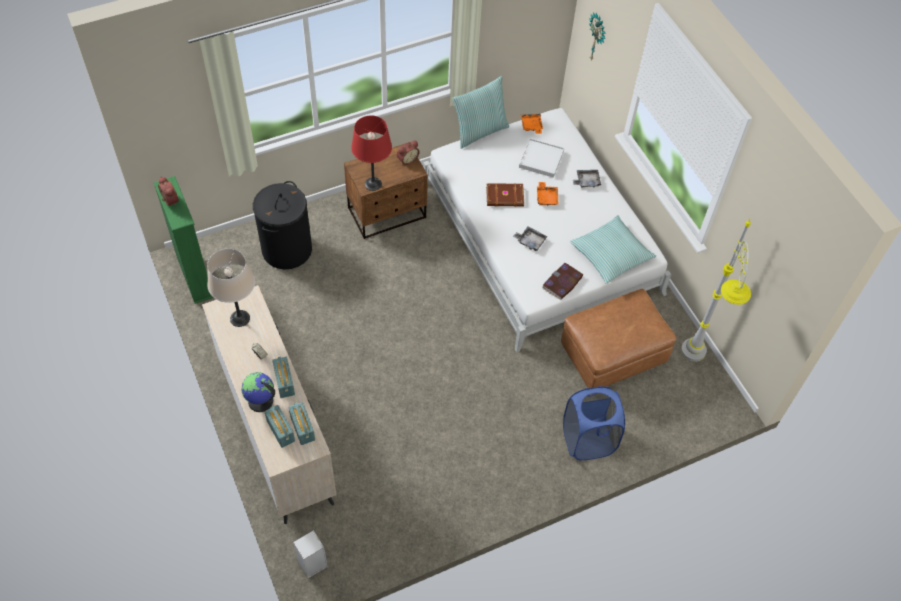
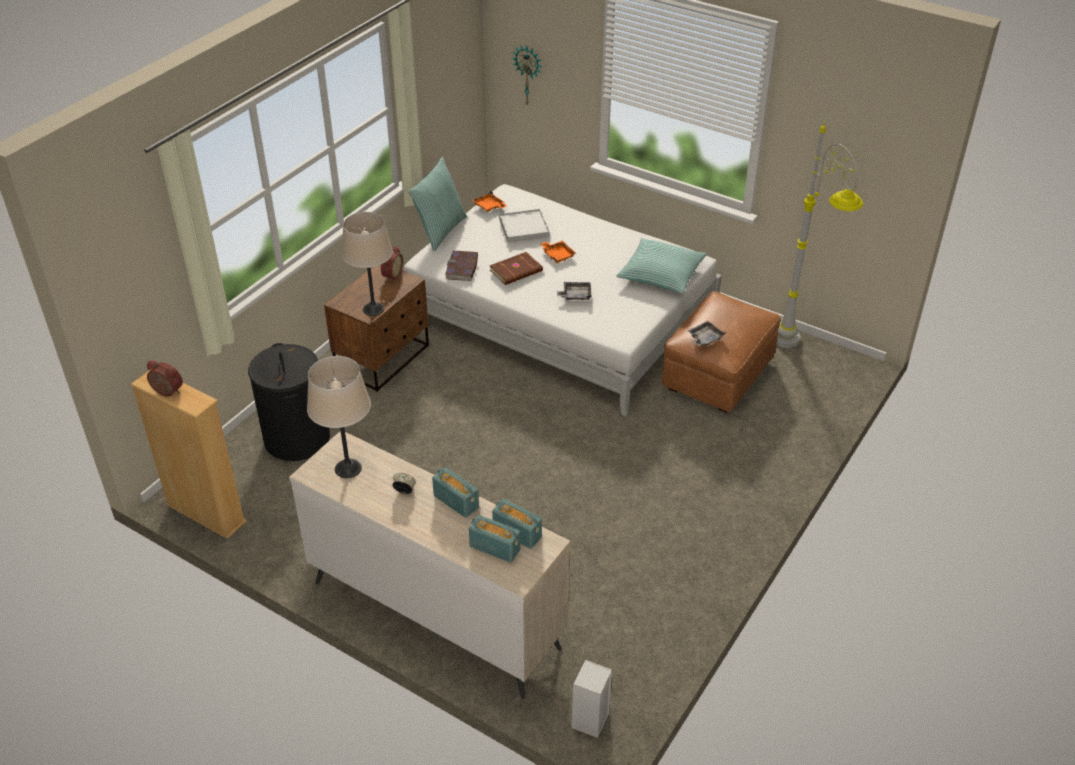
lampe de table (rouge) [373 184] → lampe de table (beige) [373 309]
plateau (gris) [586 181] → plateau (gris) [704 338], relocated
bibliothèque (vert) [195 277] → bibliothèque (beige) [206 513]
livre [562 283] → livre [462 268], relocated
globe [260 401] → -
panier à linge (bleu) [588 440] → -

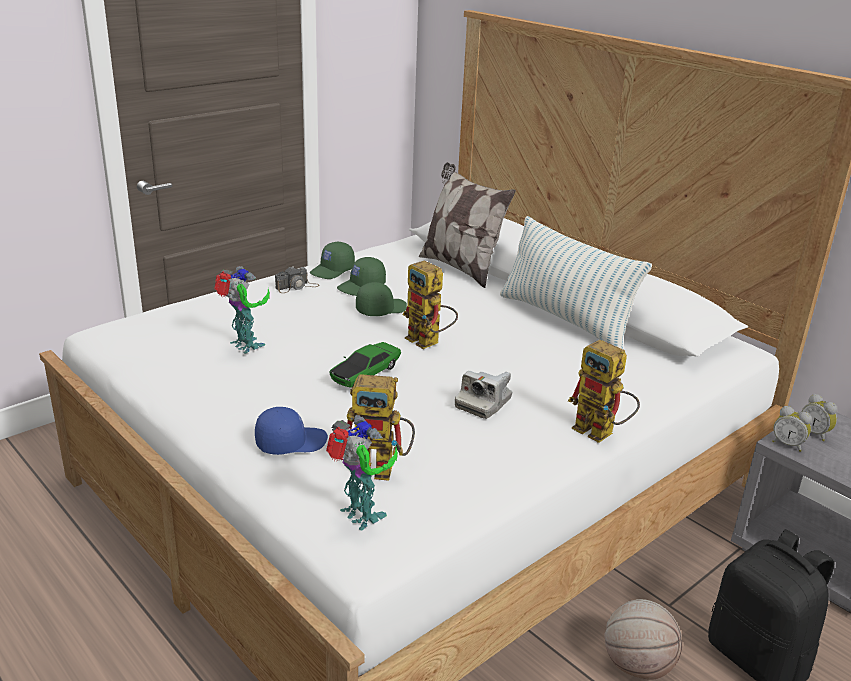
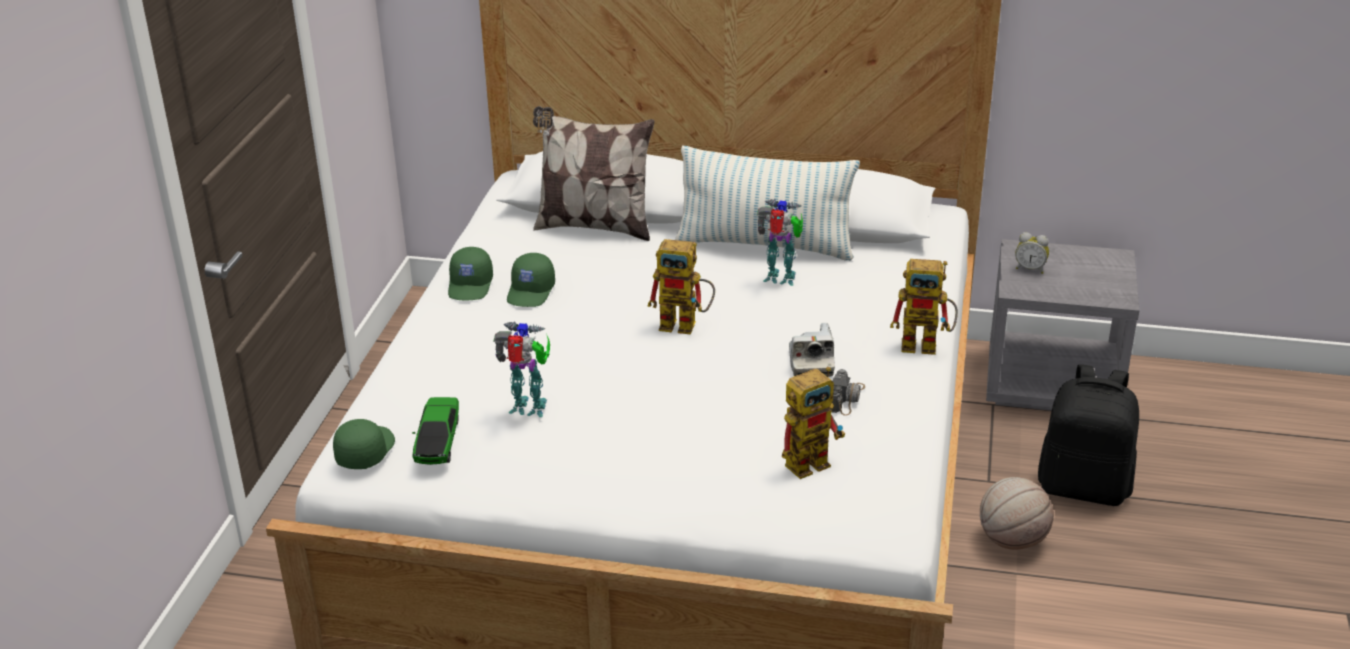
appareil photo [297 287] → appareil photo [846 398], relocated
casquette (vert) [380 309] → casquette (vert) [365 451], relocated
petite voiture [365 373] → petite voiture [438 441], relocated
réveil [787 444] → -
casquette (bleu) [291 442] → -
robot jouet [360 517] → robot jouet [781 279], relocated

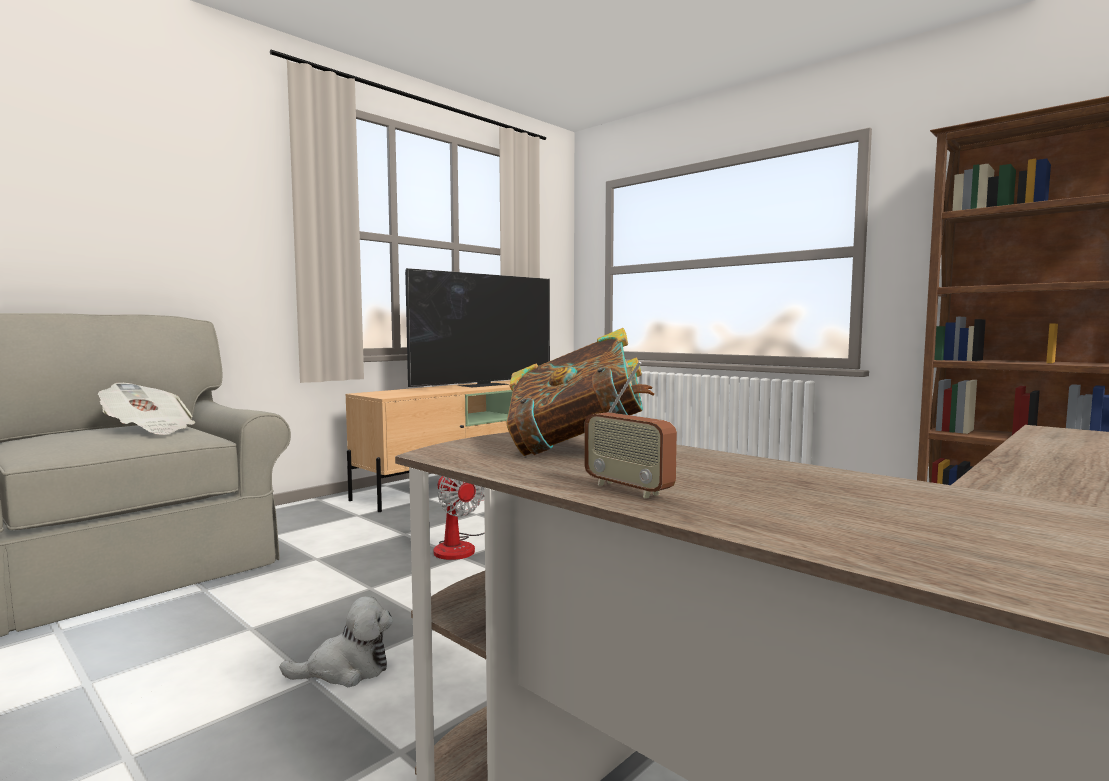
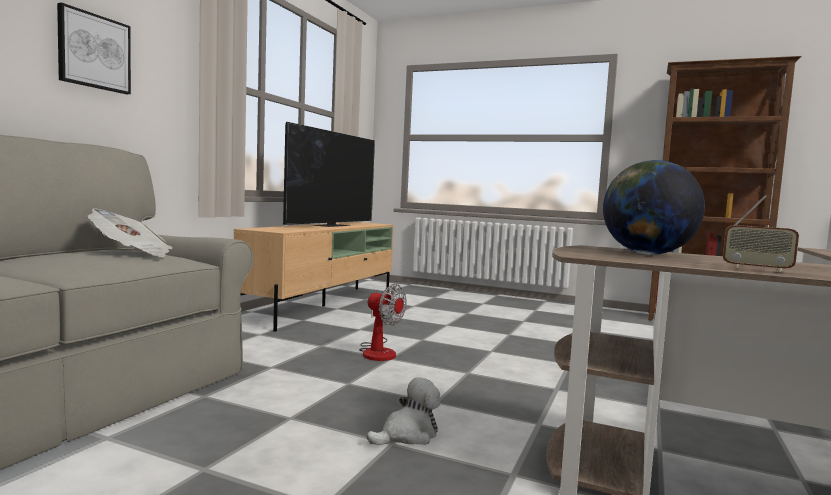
livre [576 449] → globe [647 254]
- → tableau [94 51]

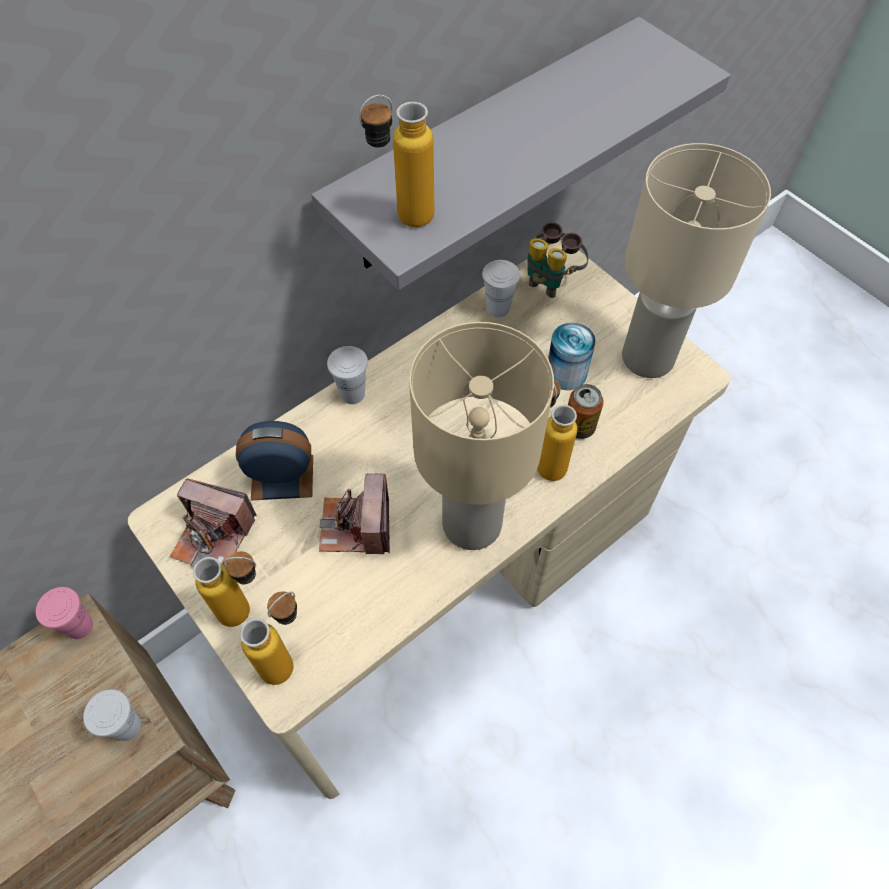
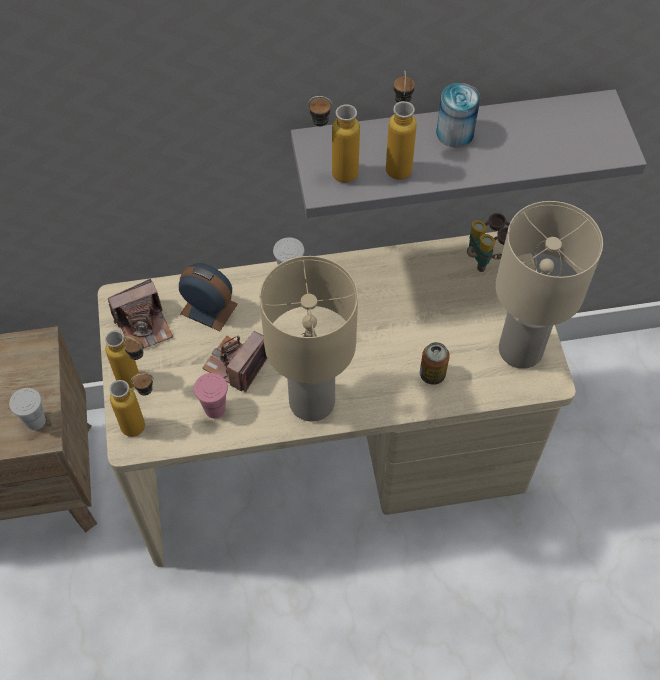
tasse (blanc) [498 308] → -
boîte métallique [566 373] → boîte métallique [455 133], relocated
bouteille [545 459] → bouteille [398 162], relocated
appareil photo [214 537] → appareil photo [144 326], 75 degrees counterclockwise
tasse (rose) [79 626] → tasse (rose) [215 409], relocated

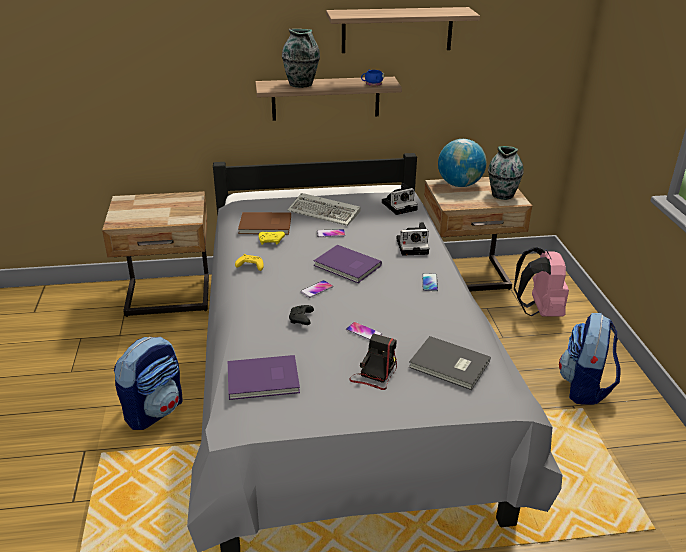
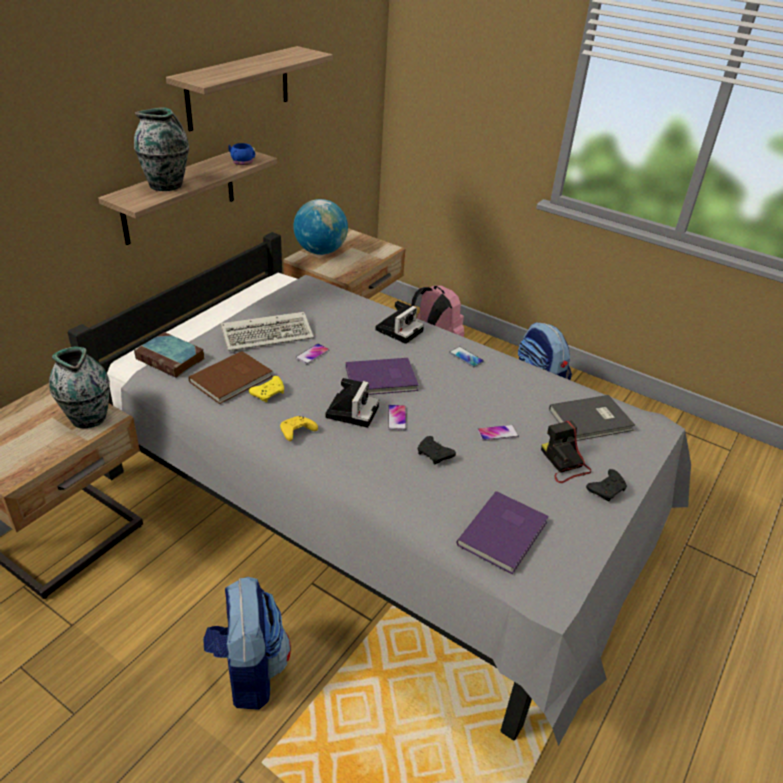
vase [502 195] → vase [88 417], relocated
appareil photo [400 205] → appareil photo [352 410], relocated
- → livre [172 359]
- → manette (noir) [607 489]

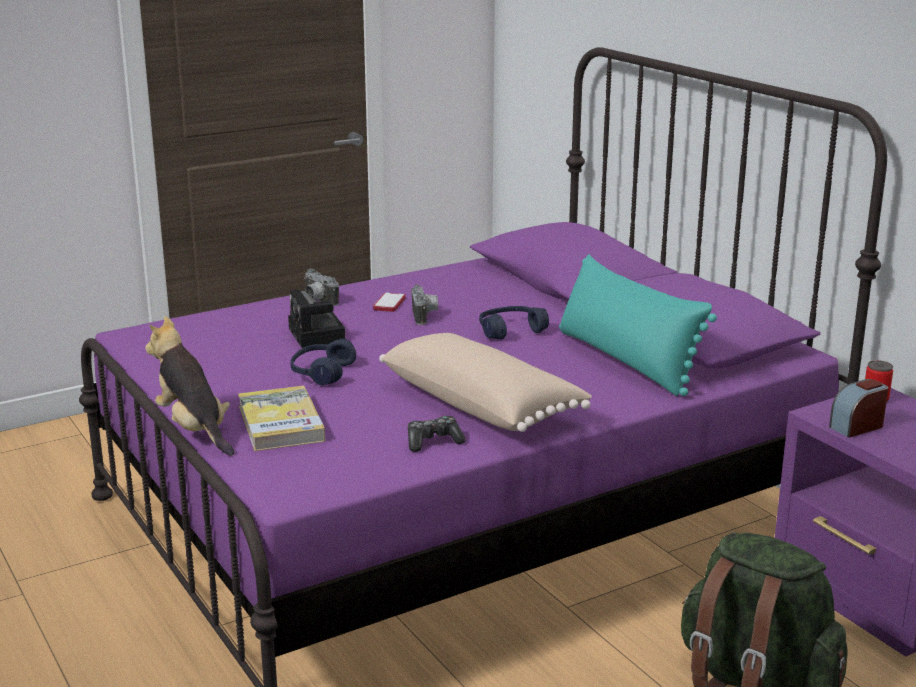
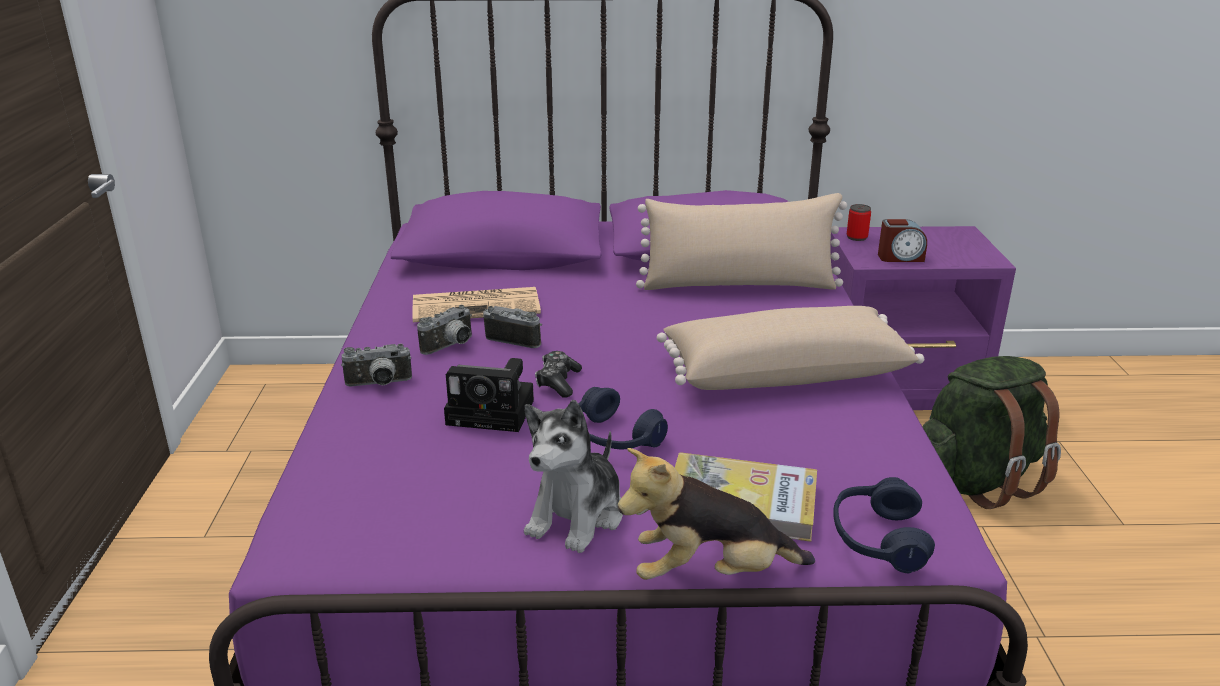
coussin (turquoise) [626 361] → coussin (beige) [739 285]
téléphone [389 304] → appareil photo [451 346]
casque audio (bleu) [511 331] → casque audio (bleu) [878 539], relocated
réveil [857 426] → réveil [900 257], 90 degrees counterclockwise
manette [433 441] → manette [558 382], relocated
- → journal [478 305]
- → peluche [577 516]

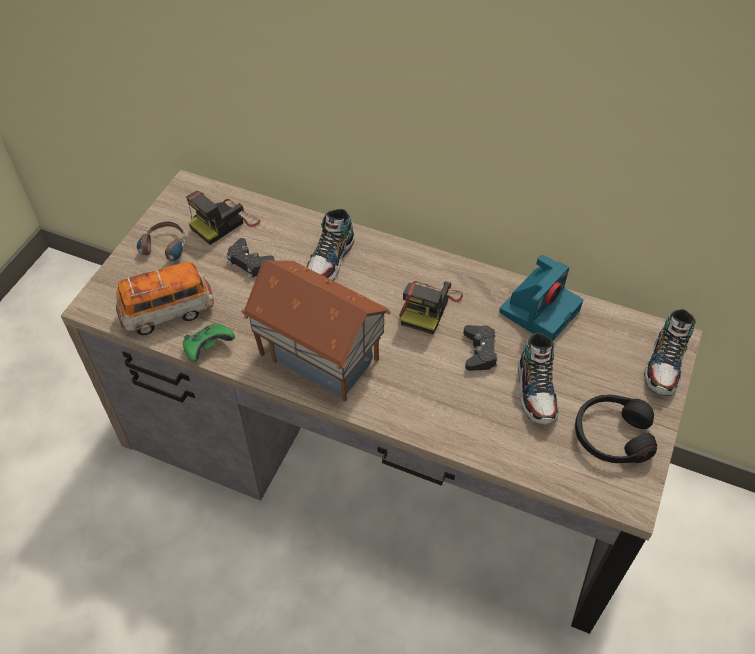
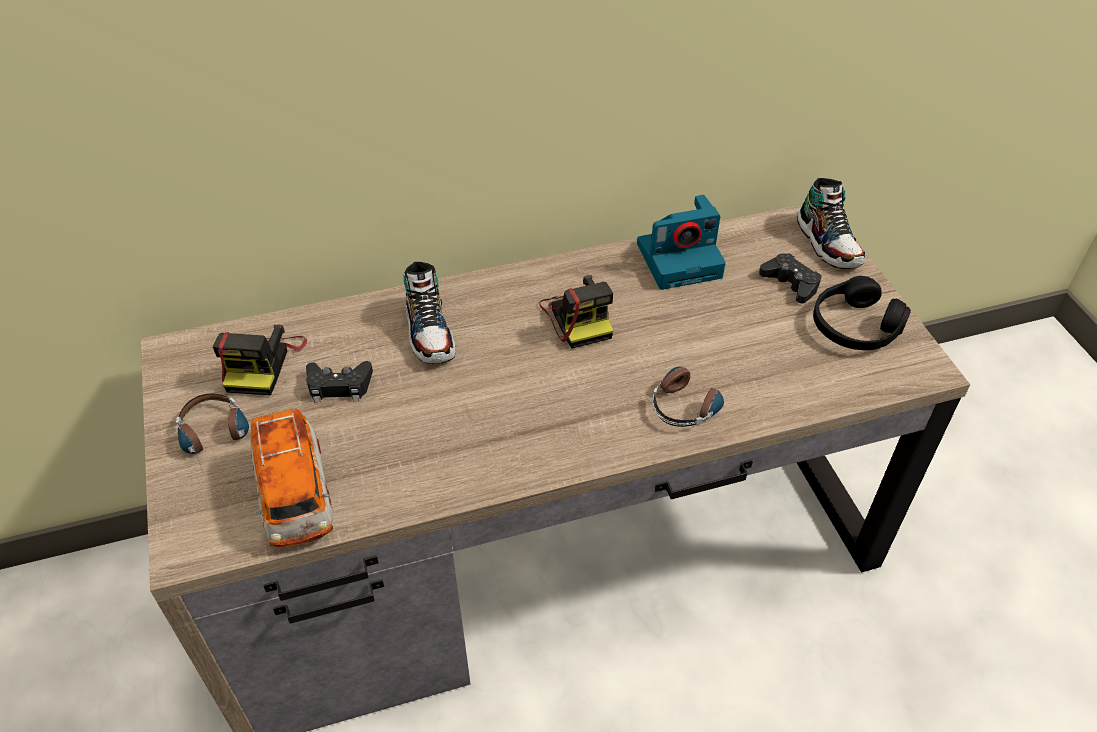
appareil photo [540 309] → appareil photo [680 259], 75 degrees clockwise
maison miniature [320 352] → -
petite voiture [168 312] → petite voiture [295 496], 135 degrees clockwise
manette (vert) [208 348] → -
manette (noir) [480 351] → manette (noir) [790 283], relocated
chaussure [536 390] → -
- → casque audio [691 401]

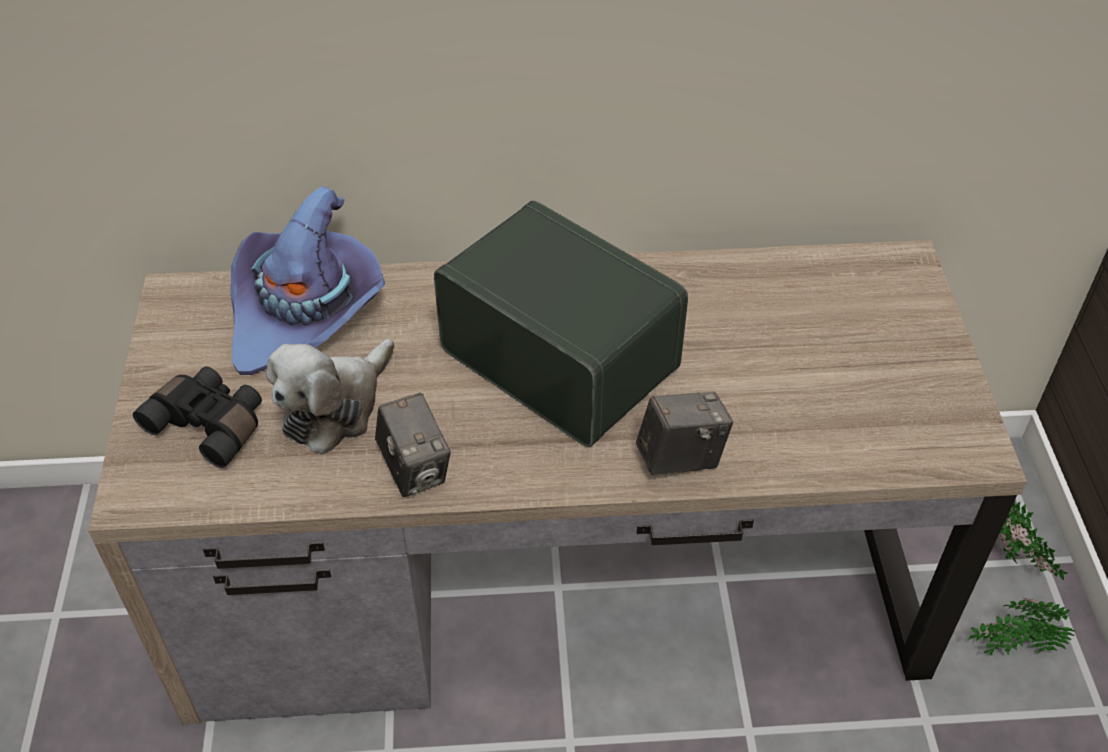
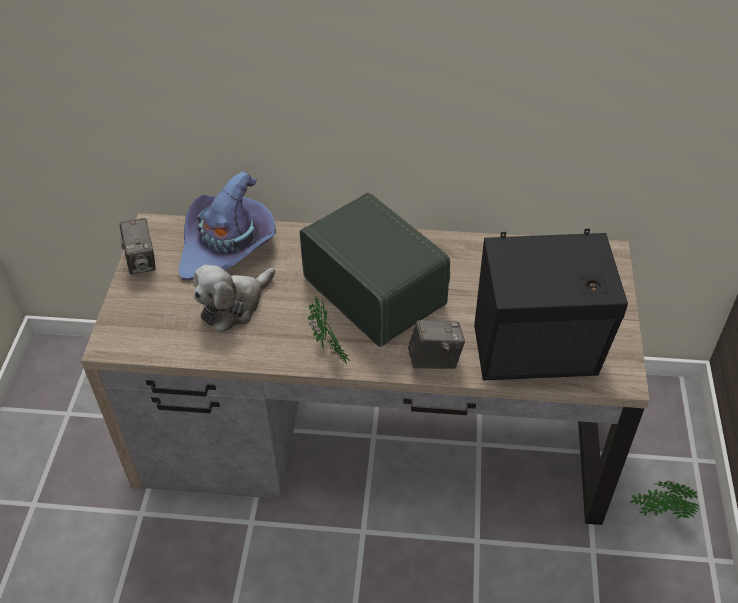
jumelles (noir) [210 424] → -
appareil photo [415 469] → appareil photo [142 261], relocated
plante en pot [1017 563] → plante en pot [329 352], relocated
- → enceinte (noir) [538 355]

